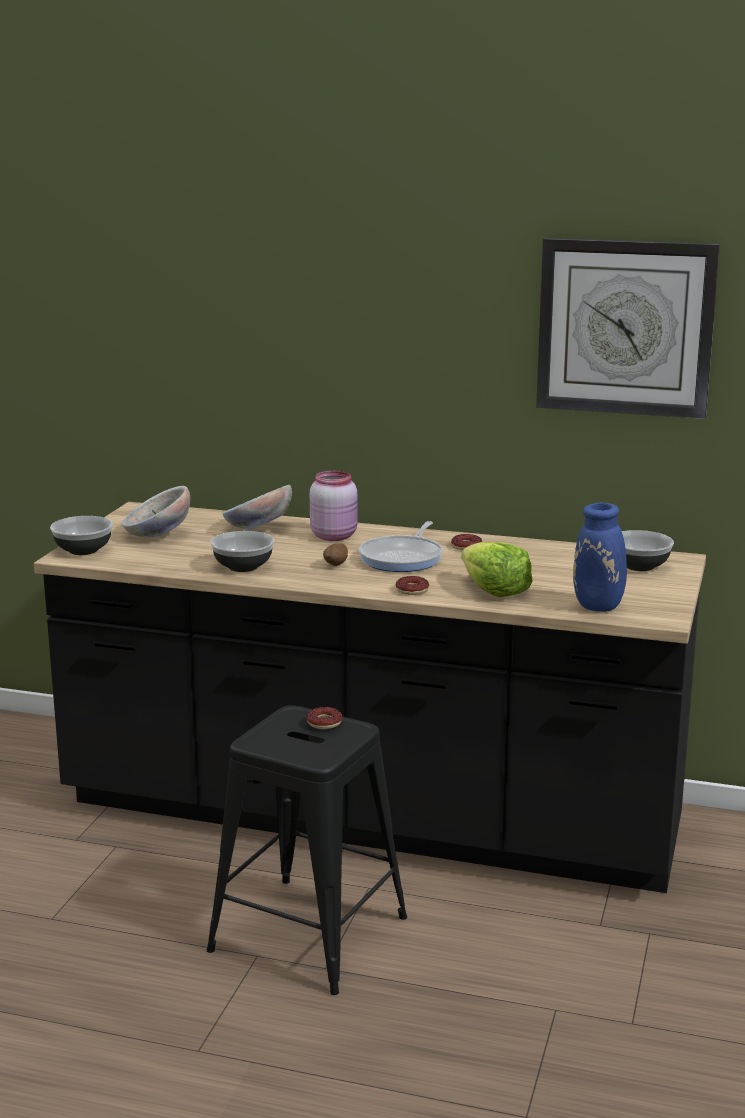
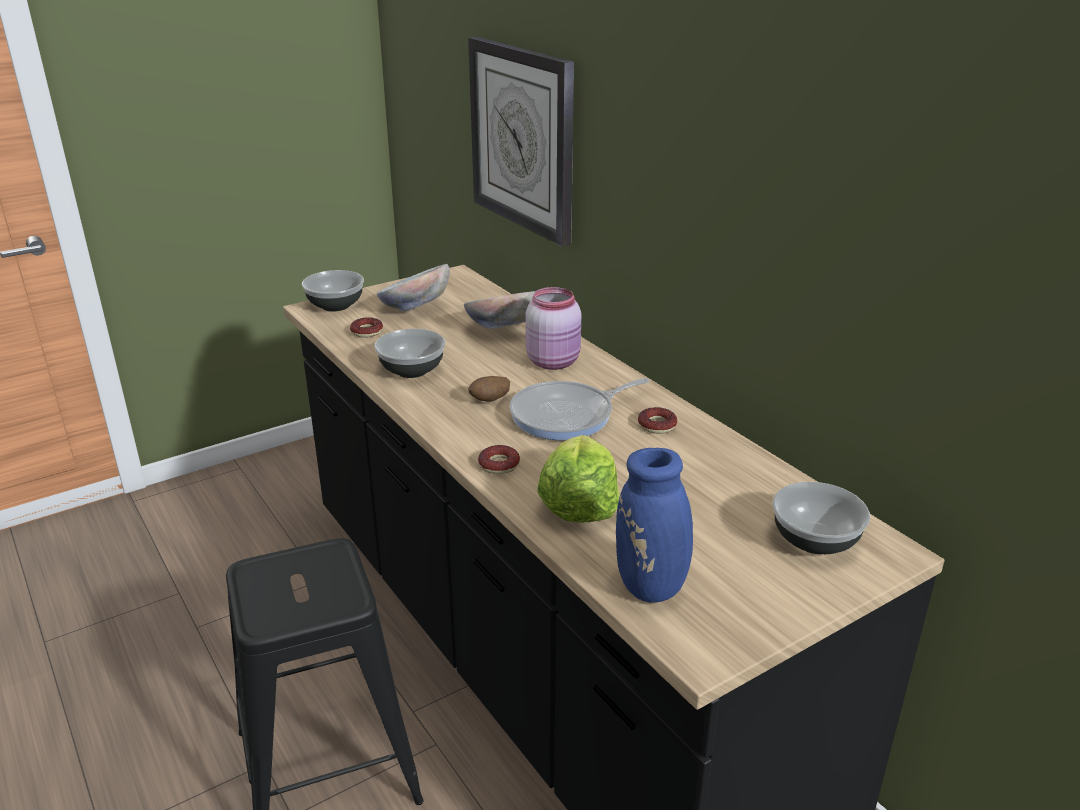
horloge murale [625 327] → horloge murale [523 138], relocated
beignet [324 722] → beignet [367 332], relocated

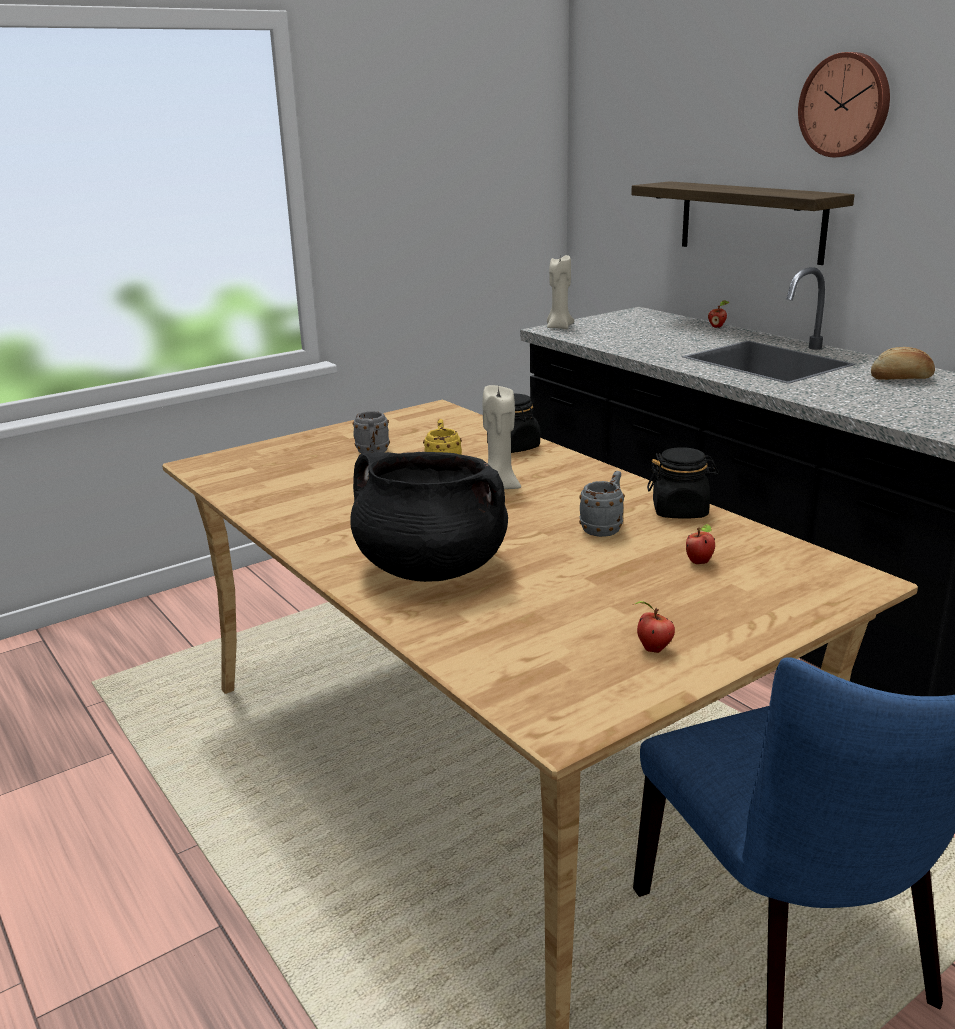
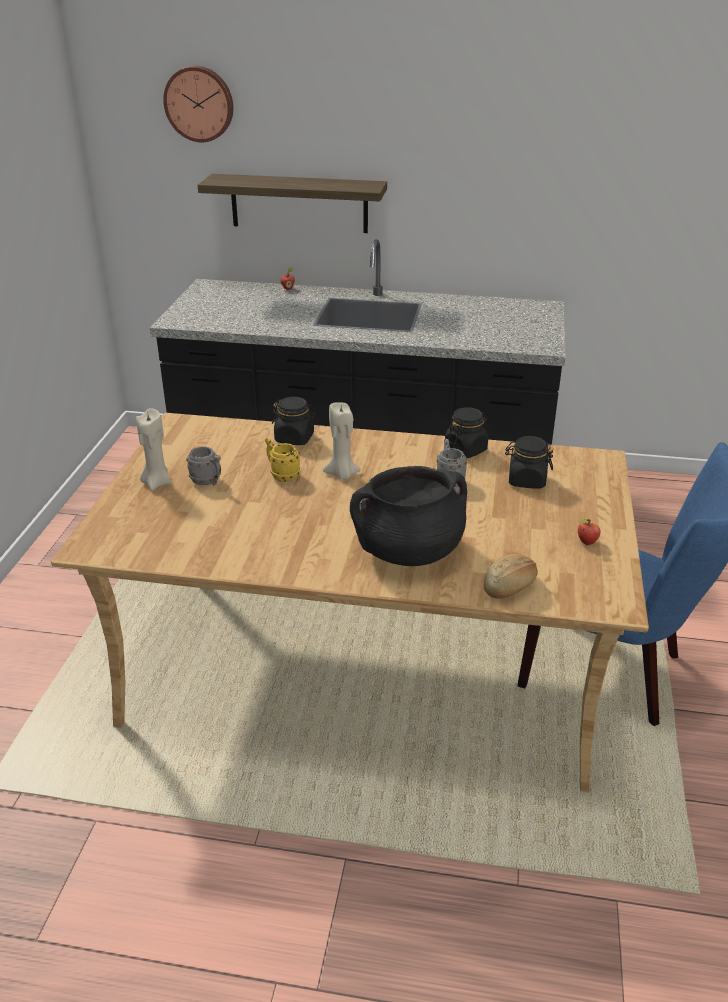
horloge murale [846 105] → horloge murale [199 103], relocated
bougie (beige) [559 327] → bougie (beige) [157 482], relocated
pain [902 379] → pain [510 587], relocated
pomme [700 562] → bocal (noir) [526 480]

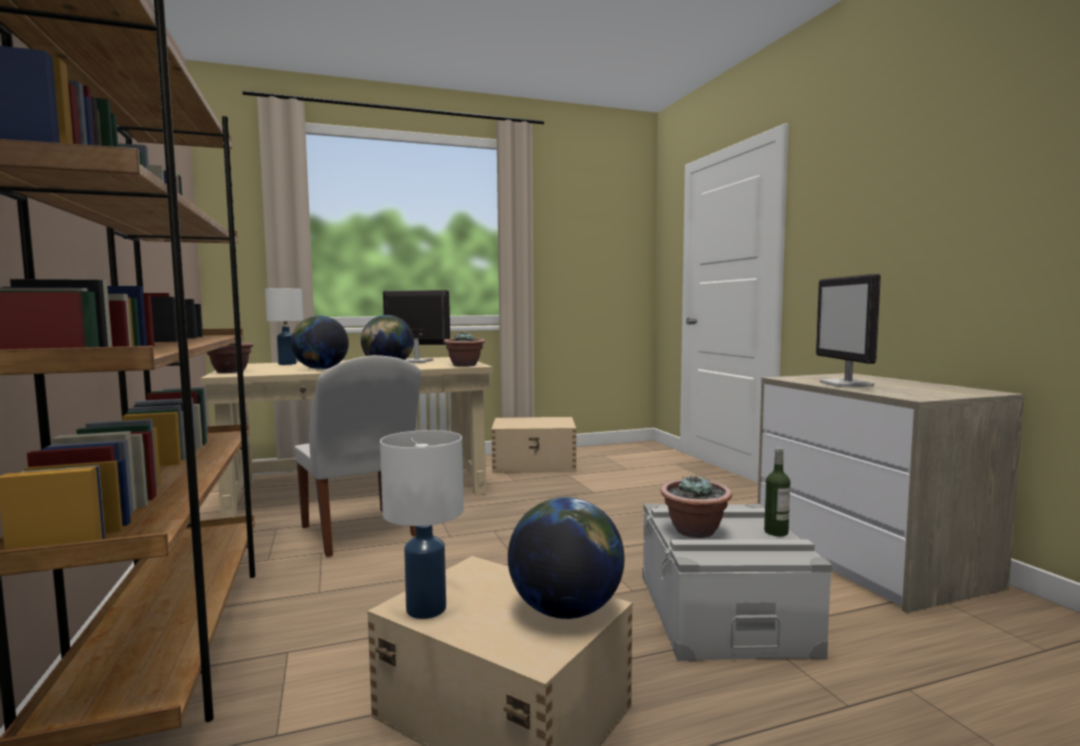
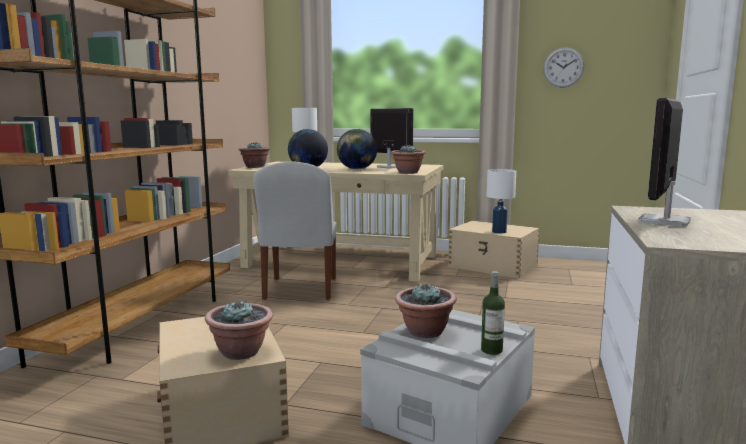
lampe de table (blanc) [427 609] → lampe de table (blanc) [499 232], relocated
globe [565 610] → plante en pot [241 352]
- → horloge murale [563 67]

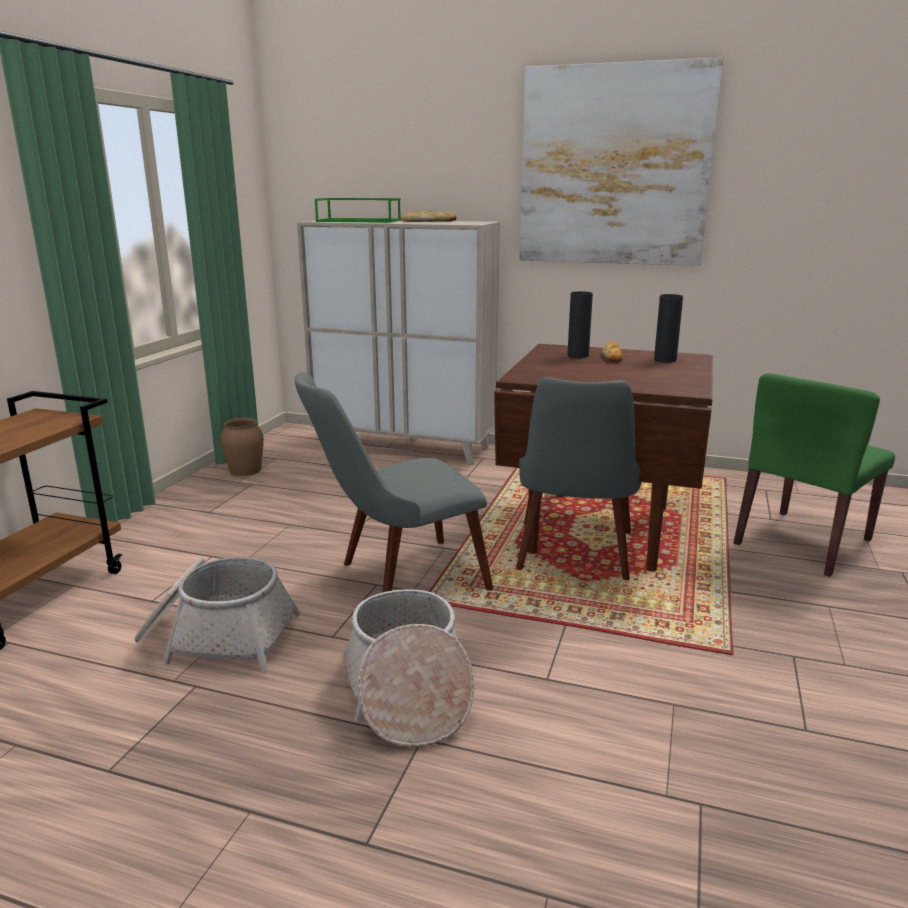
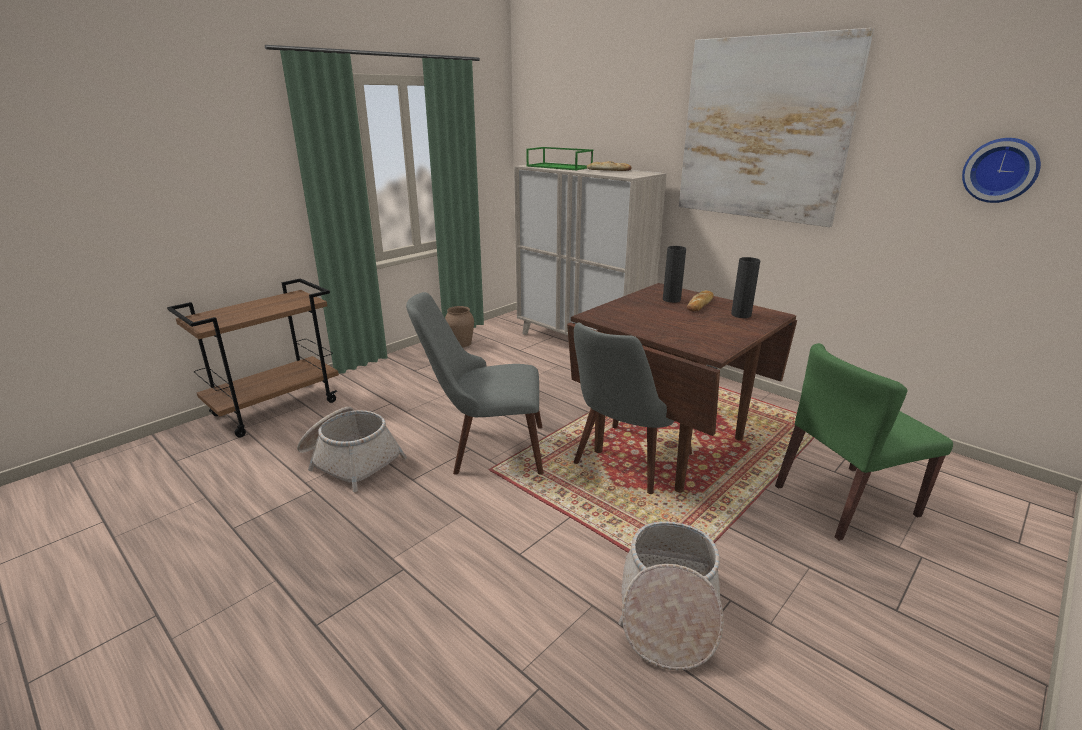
panier [407 691] → panier [668 610], relocated
- → horloge murale [1000 170]

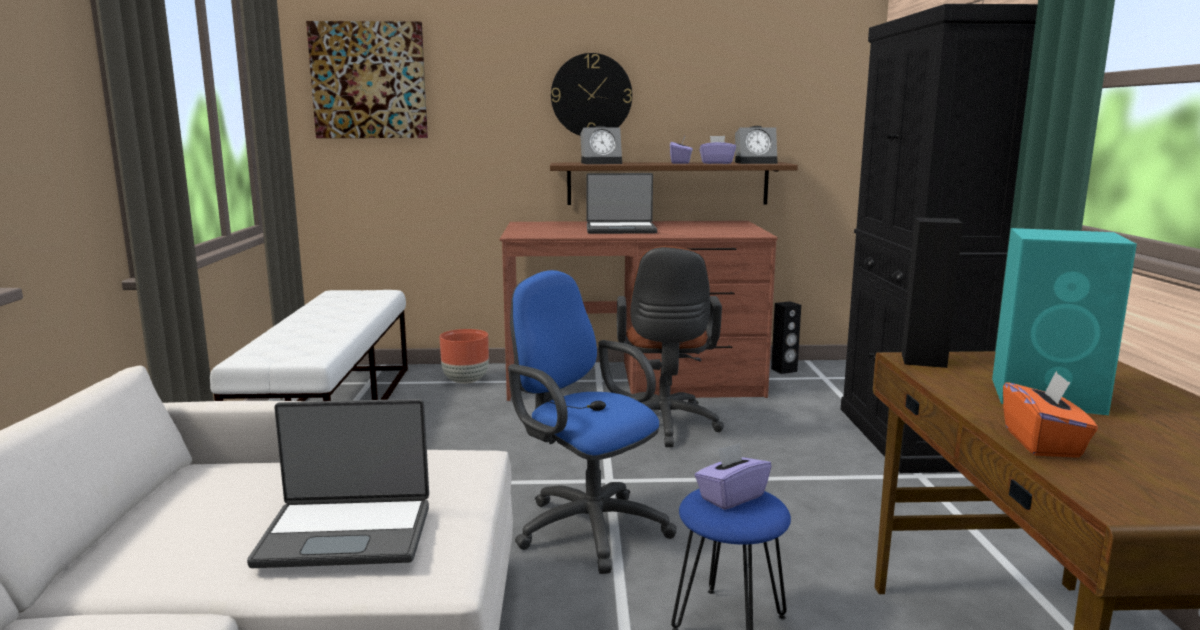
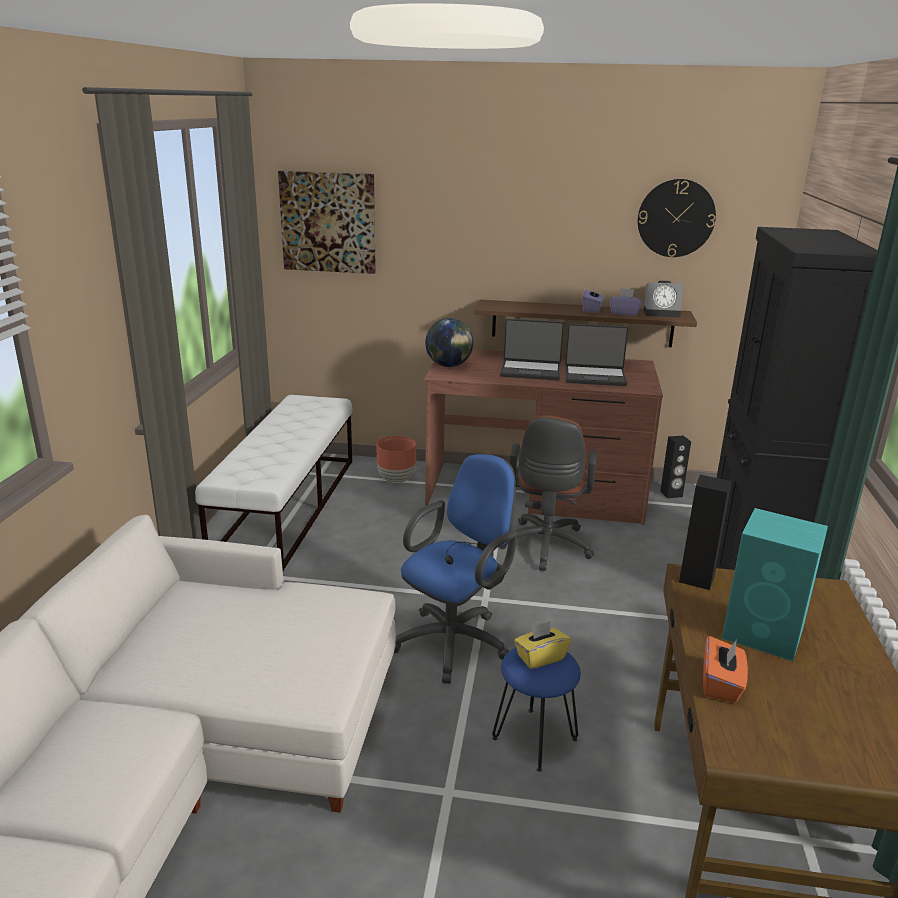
horloge murale [591 95] → horloge murale [676 218], relocated
réveil [602 163] → -
chaise de bureau (bleu) [586 526] → chaise de bureau (bleu) [456 640], 75 degrees clockwise
ordinateur portable [347 533] → ordinateur portable [595 377], relocated
boîte à mouchoirs (violet) [731 497] → boîte à mouchoirs (jaune) [540 657]
- → globe [448 366]

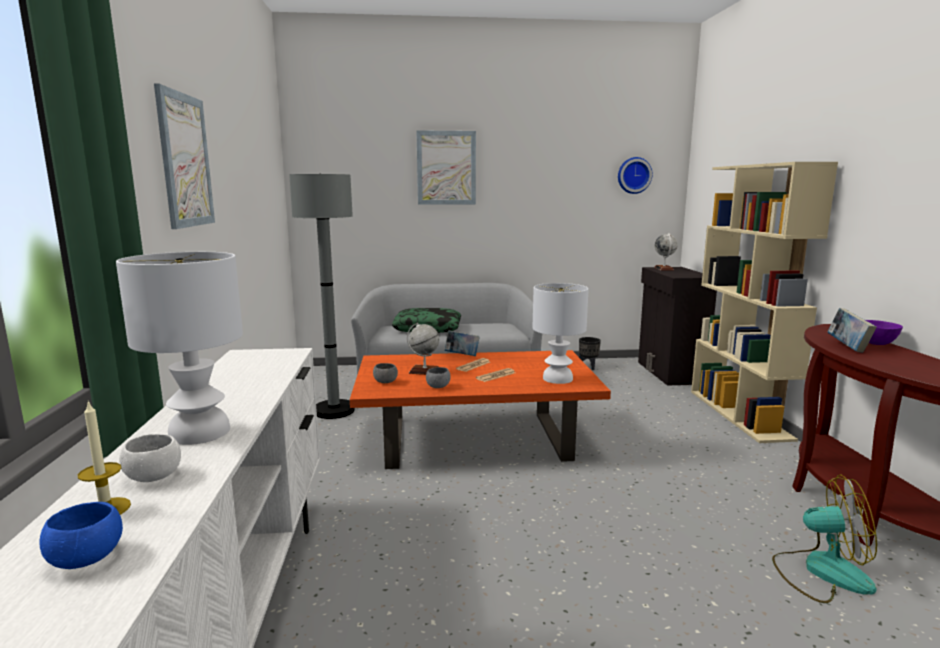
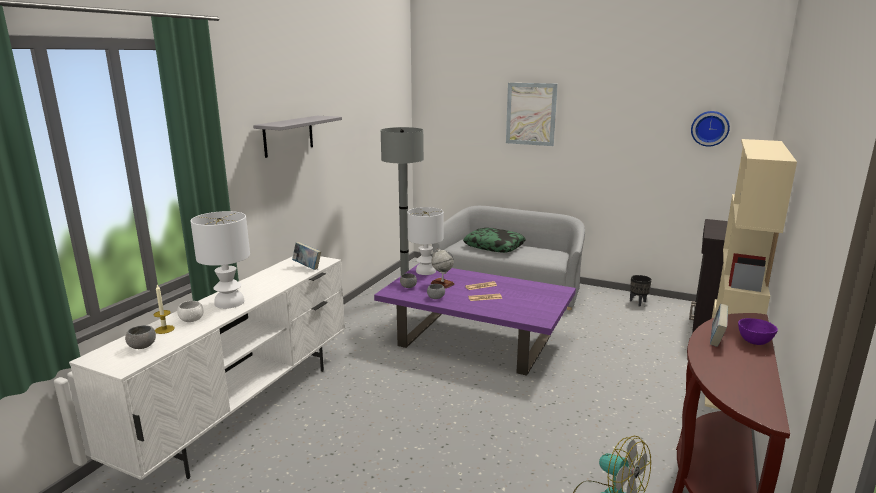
tableau [185 161] → étagère (gris) [288 136]
globe [664 269] → -
lampe de table (blanc) [556 378] → lampe de table (blanc) [425 271], relocated
livre [462 355] → livre [307 267], relocated
table basse (orange) [476 438] → table basse (violet) [476 340]
bol (bleu) [87 558] → bol (gris) [142 346]

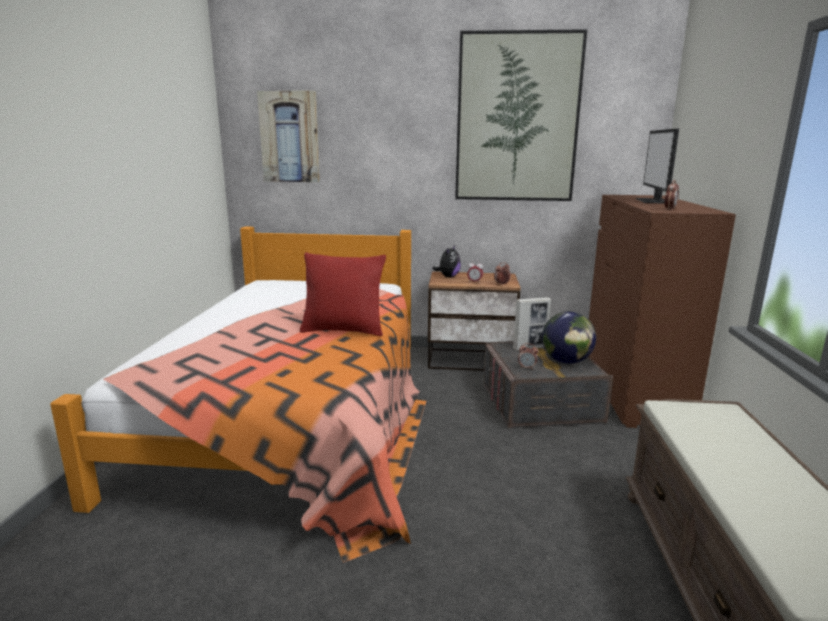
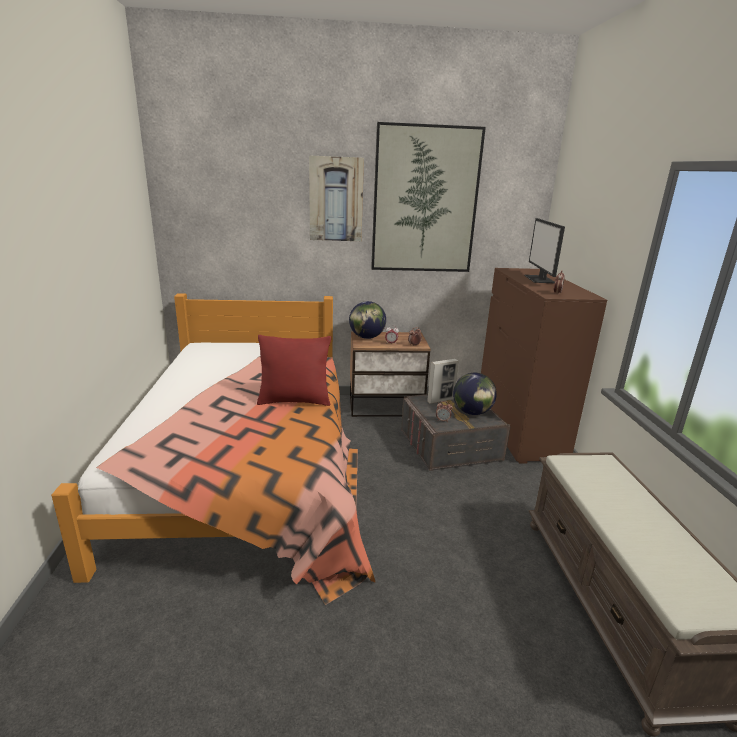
tableau [290 137] → tableau [336 199], relocated
peluche [448 276] → globe [367 337]

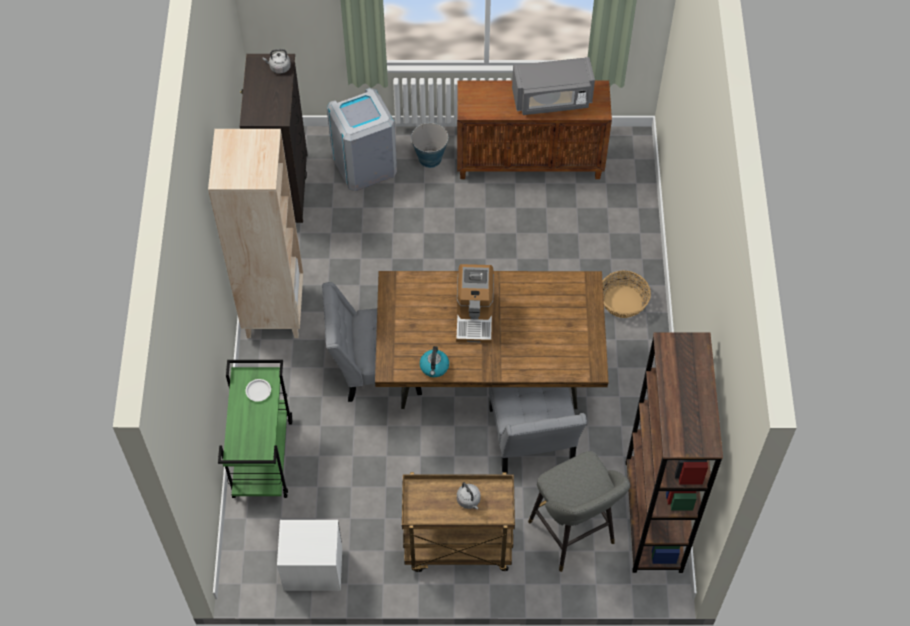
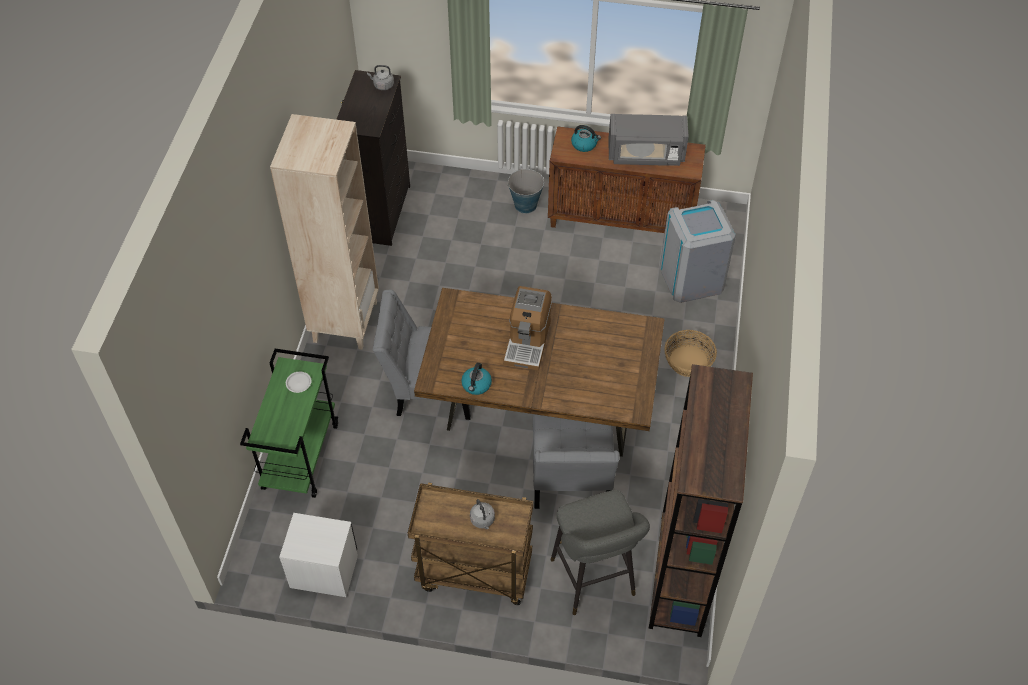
poubelle (gris) [364 165] → poubelle (gris) [691 278], relocated
- → bouilloire [584 144]

